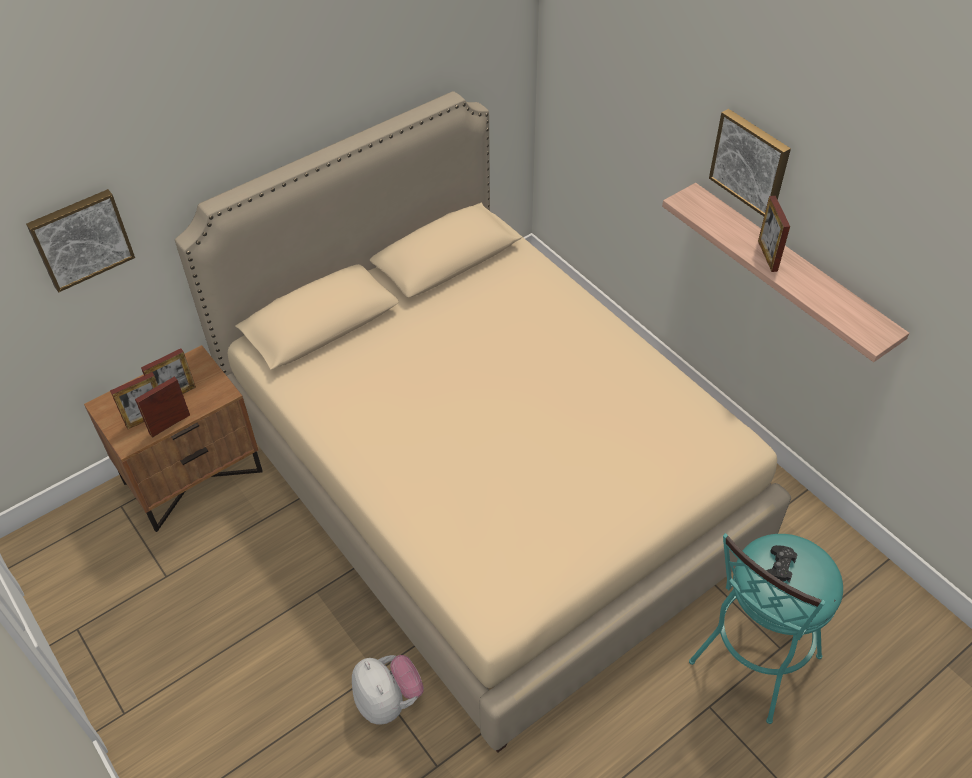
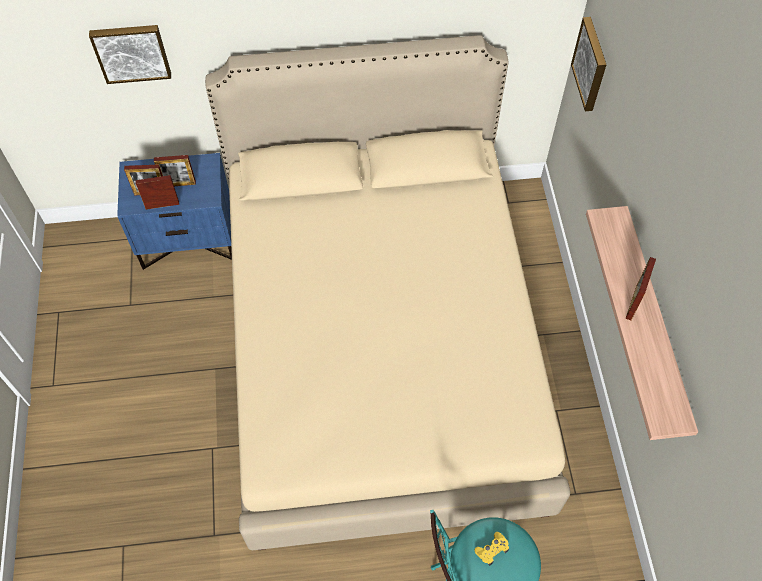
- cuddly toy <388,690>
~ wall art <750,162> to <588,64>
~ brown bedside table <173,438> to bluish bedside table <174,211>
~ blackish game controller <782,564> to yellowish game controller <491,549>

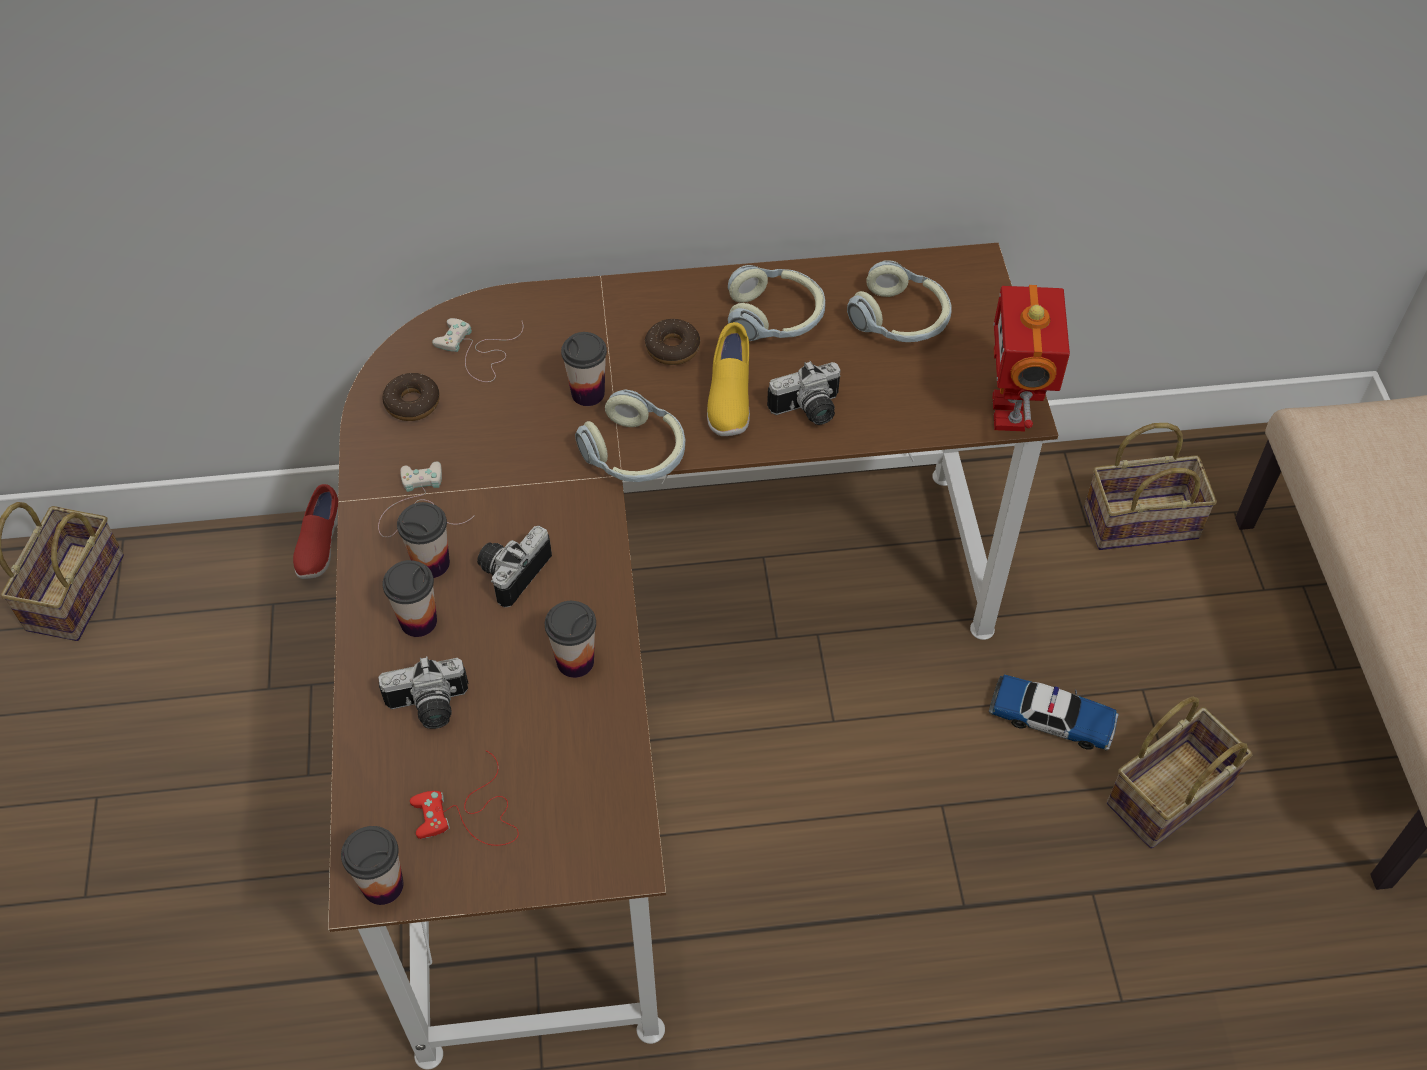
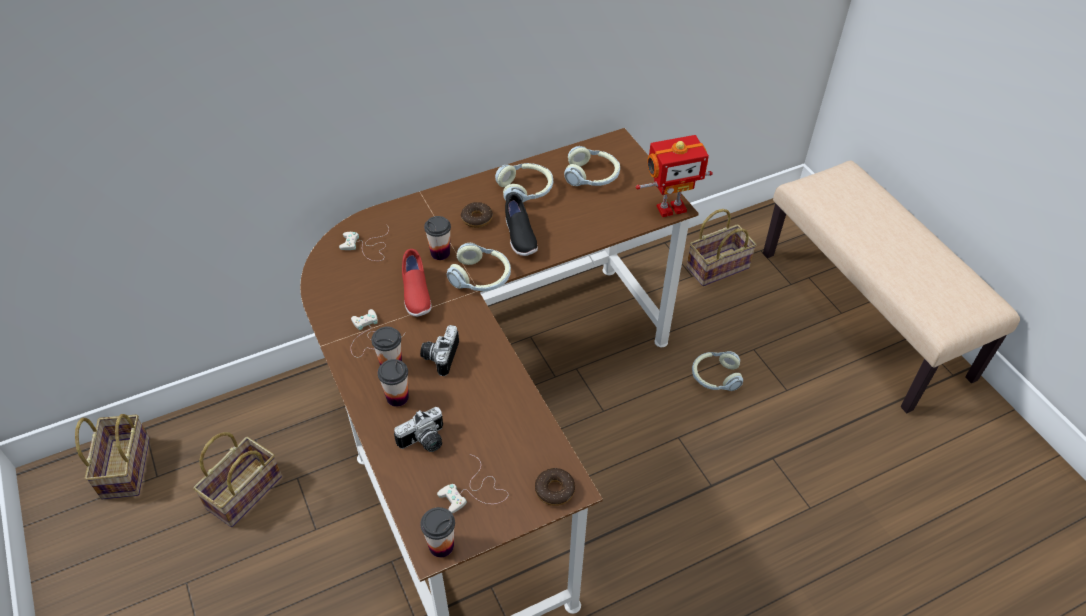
- drinking cup <570,639>
- photo camera <804,393>
~ reddish low shoe <315,531> to <417,283>
~ donut <411,397> to <555,487>
~ basket <1179,772> to <237,479>
~ miniature car <1054,713> to headphones <717,371>
~ reddish game controller <464,798> to whitish game controller <472,483>
~ yellowish low shoe <728,379> to blackish low shoe <521,225>
~ robot figure <1031,358> = <674,176> 90 degrees counterclockwise

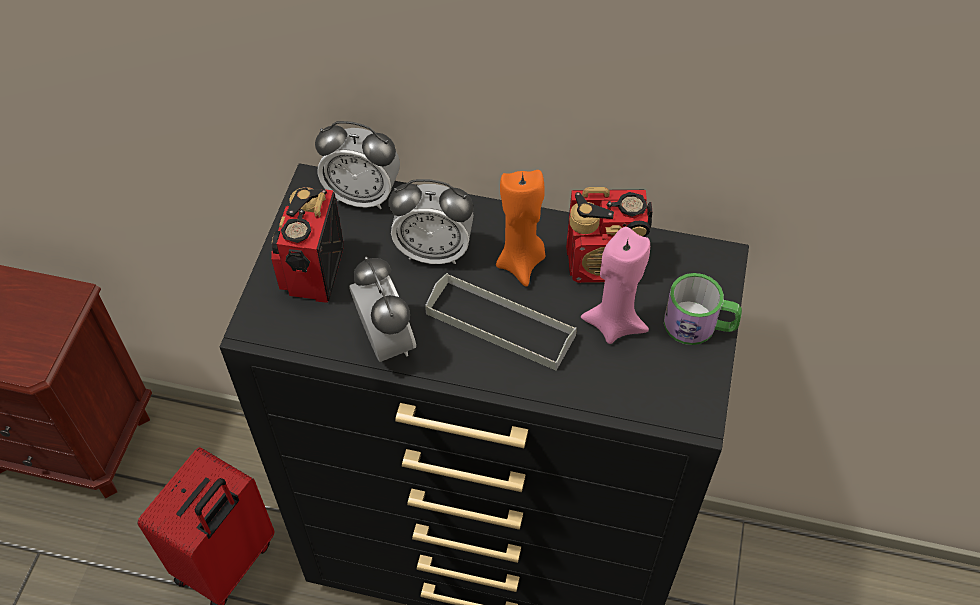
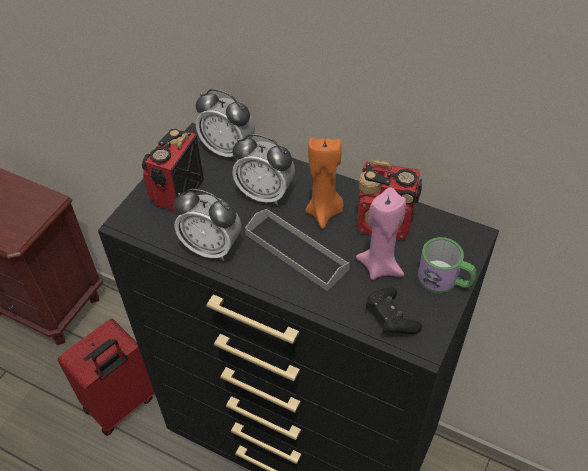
+ blackish game controller <394,310>
~ table clock <382,309> = <207,225> 120 degrees clockwise

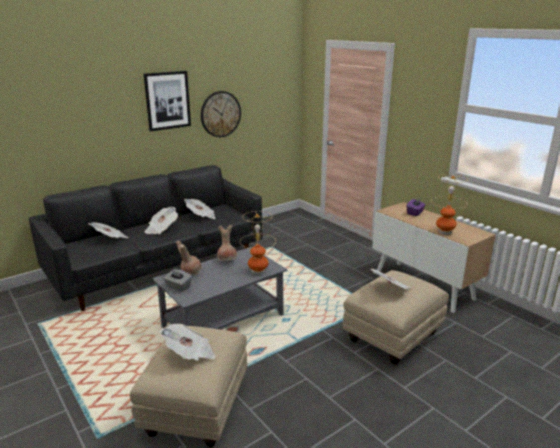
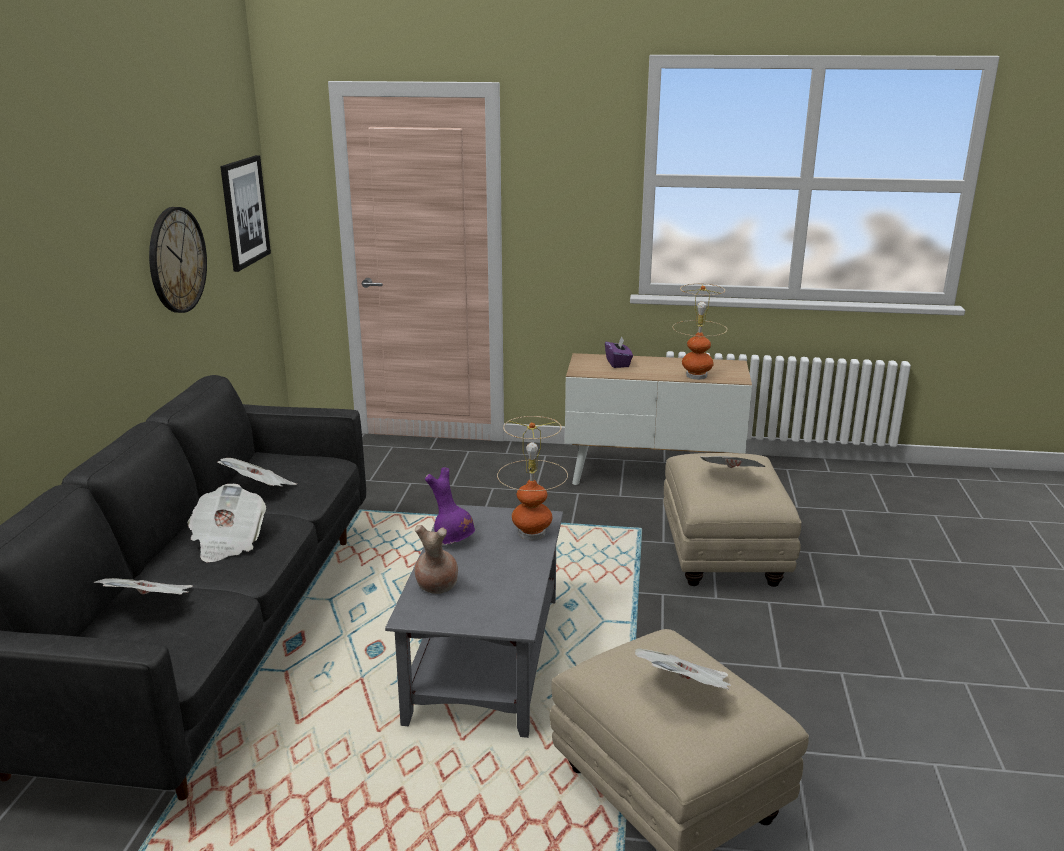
- gray tissue holder <178,280>
~ wall art <167,101> to <245,213>
~ brown flower vase <227,243> to purplish flower vase <450,506>

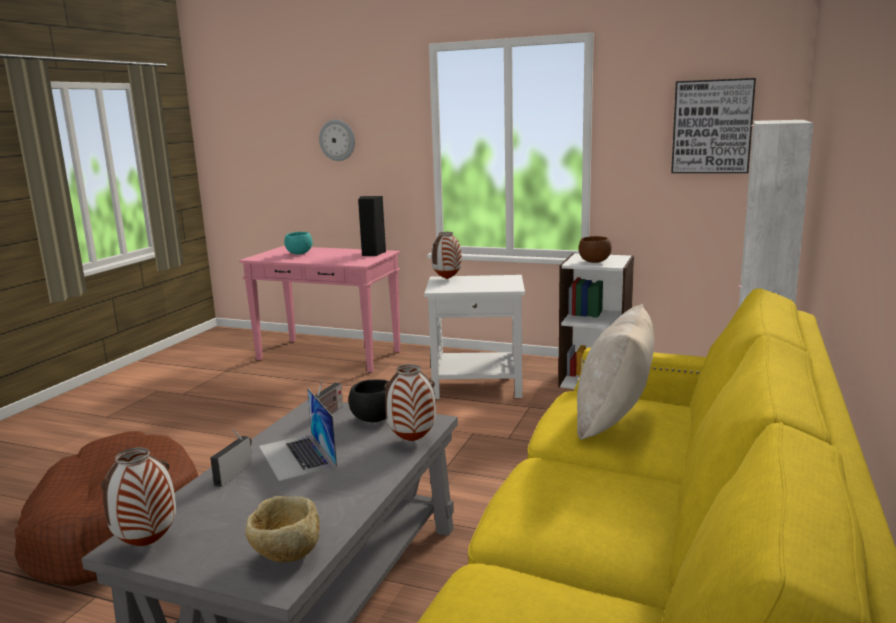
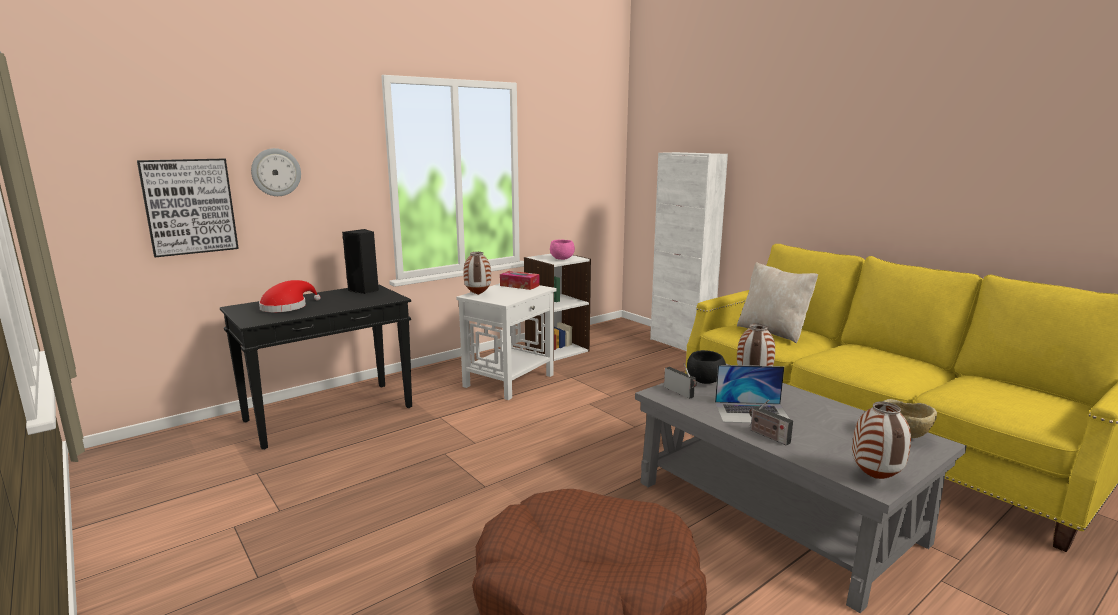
+ tissue holder <519,280>
~ wall art <713,125> to <188,208>
~ turquoise-coloured deep dish <298,243> to reddish clothing hat <289,296>
~ pink console table <320,309> to blackish console table <316,367>
~ brown deep dish <595,249> to pink deep dish <562,250>

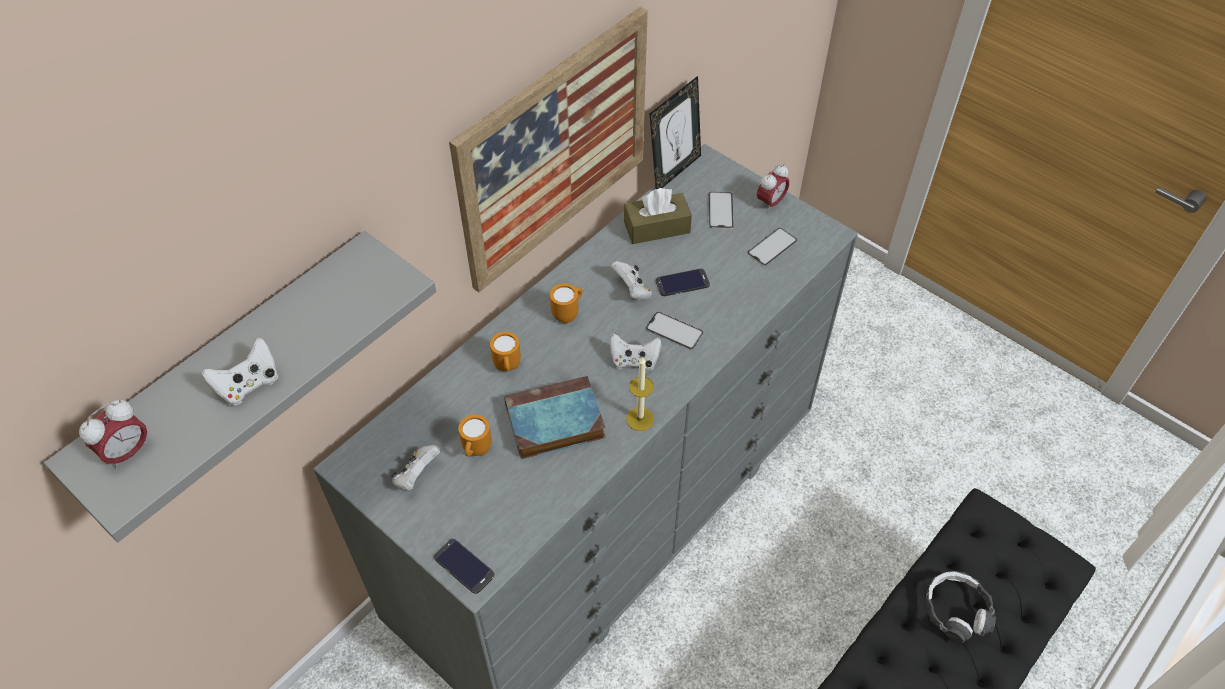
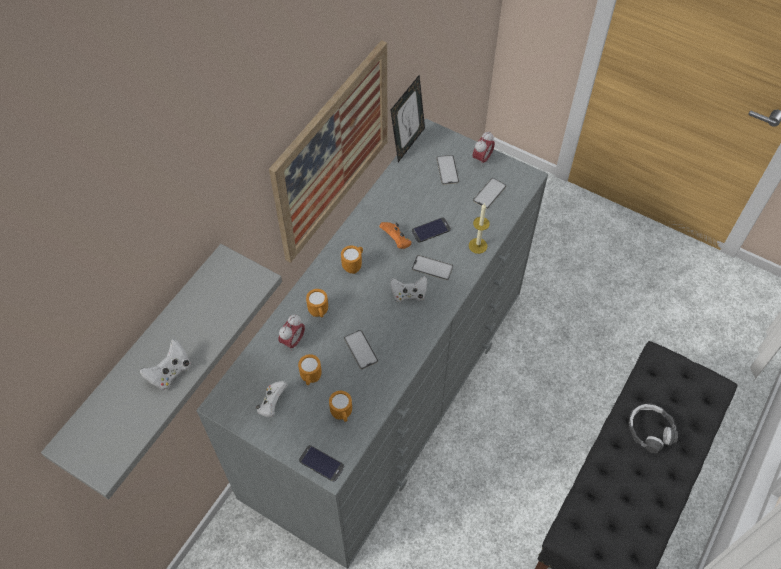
- brown tissue holder <658,216>
+ orange coffee mug <340,406>
~ table clock <114,435> to <292,333>
~ wax candle <640,394> to <479,229>
~ book <555,417> to handset <361,349>
~ whitish game controller <631,280> to orange game controller <395,235>

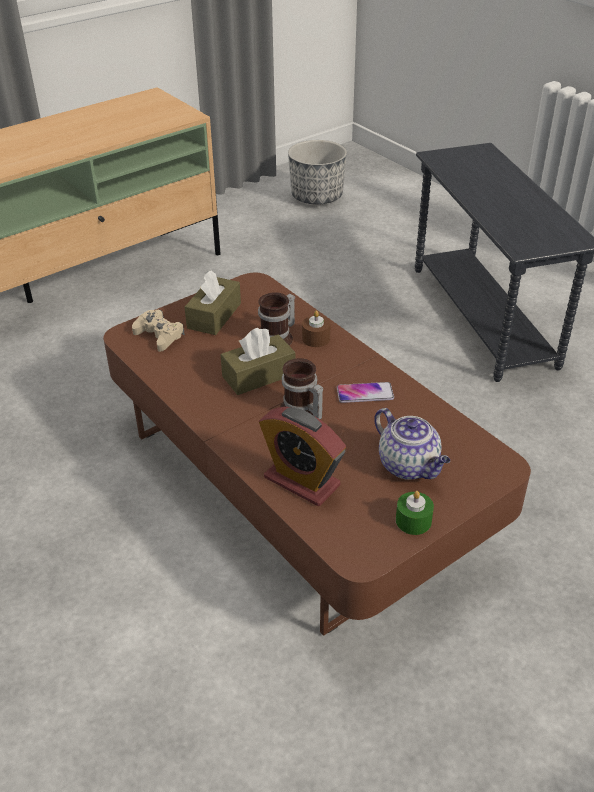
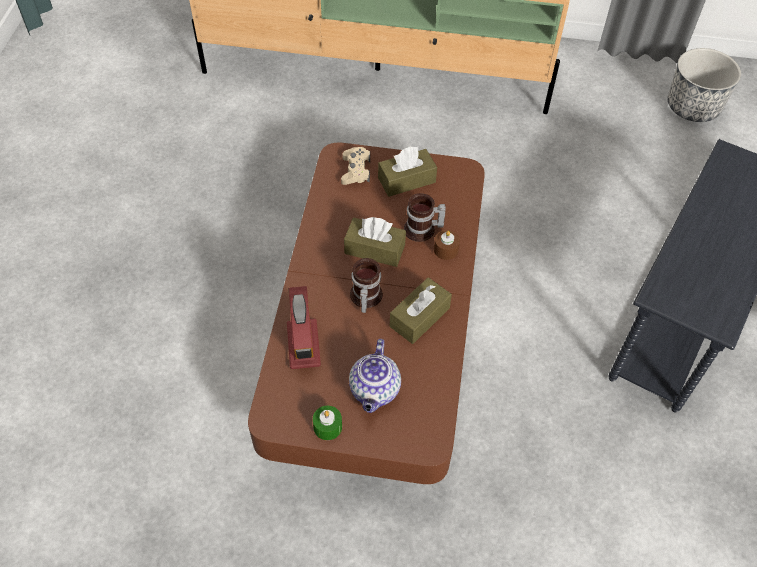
~ handset <365,392> to brown tissue holder <421,310>

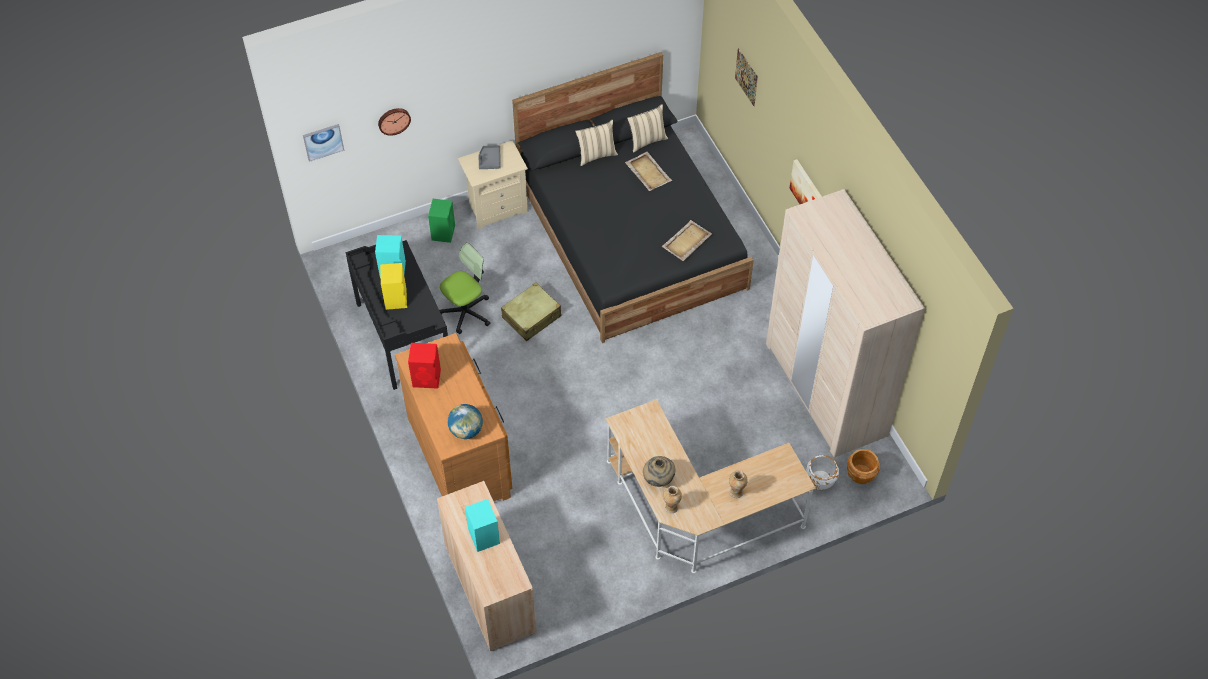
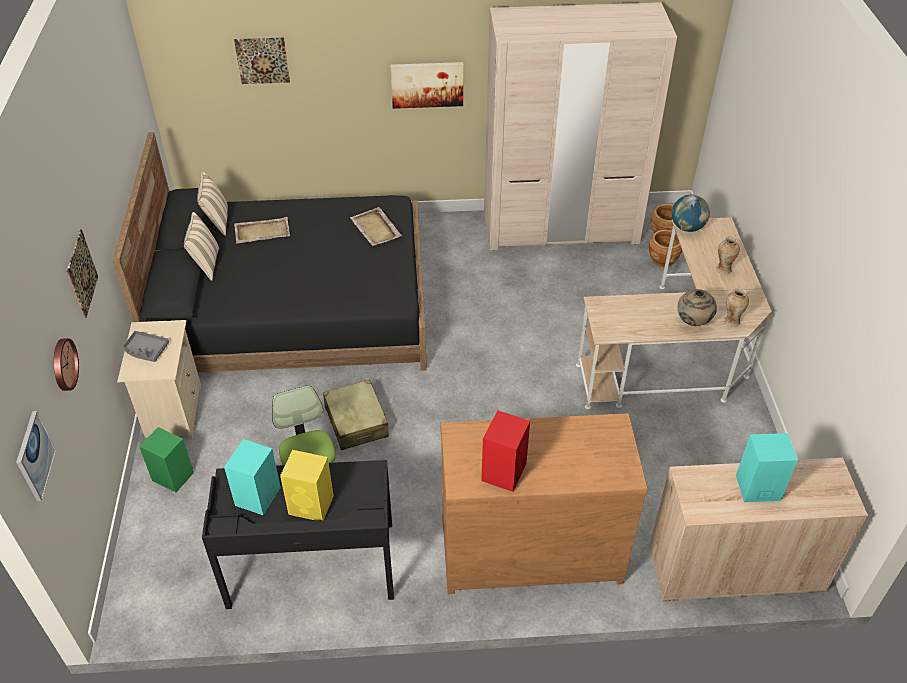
+ wall art <82,273>
~ desk globe <465,421> to <691,213>
~ whitish flower pot <822,472> to brown flower pot <665,248>

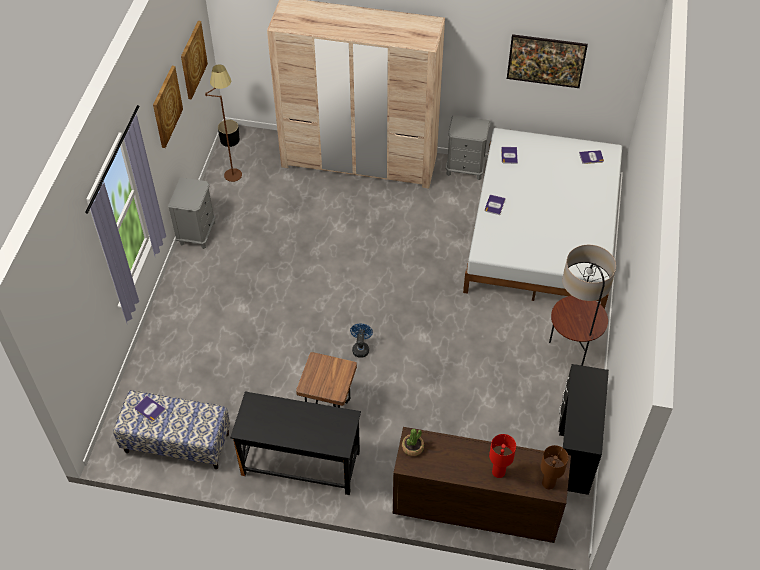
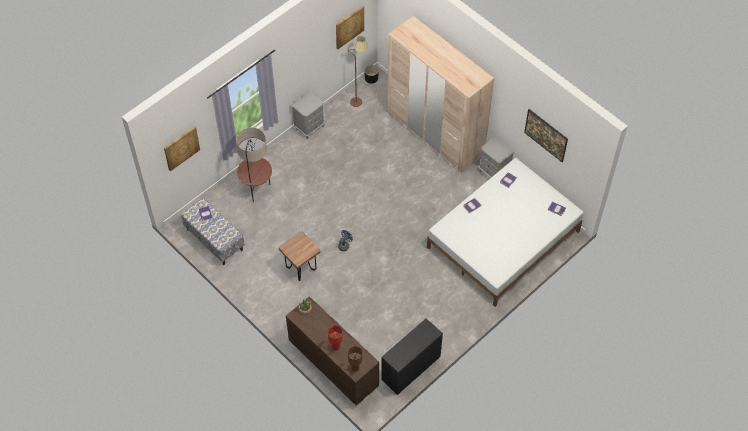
- blackish desk table <295,443>
~ wall art <168,107> to <182,148>
~ floor lamp <582,305> to <254,164>

